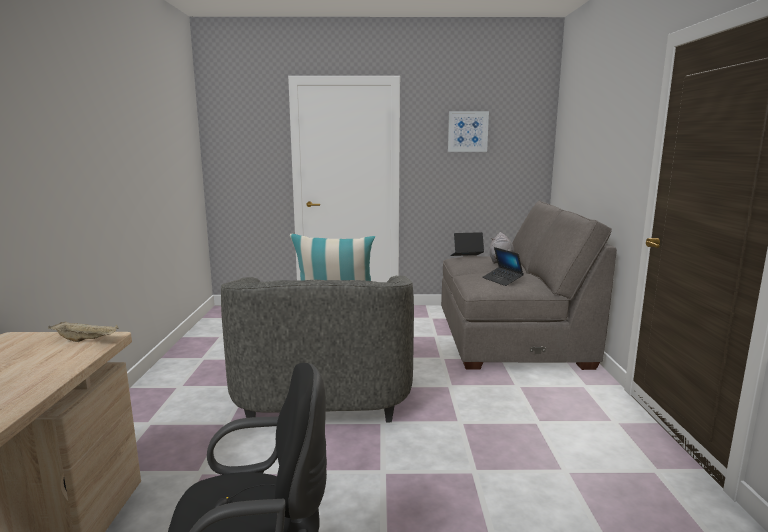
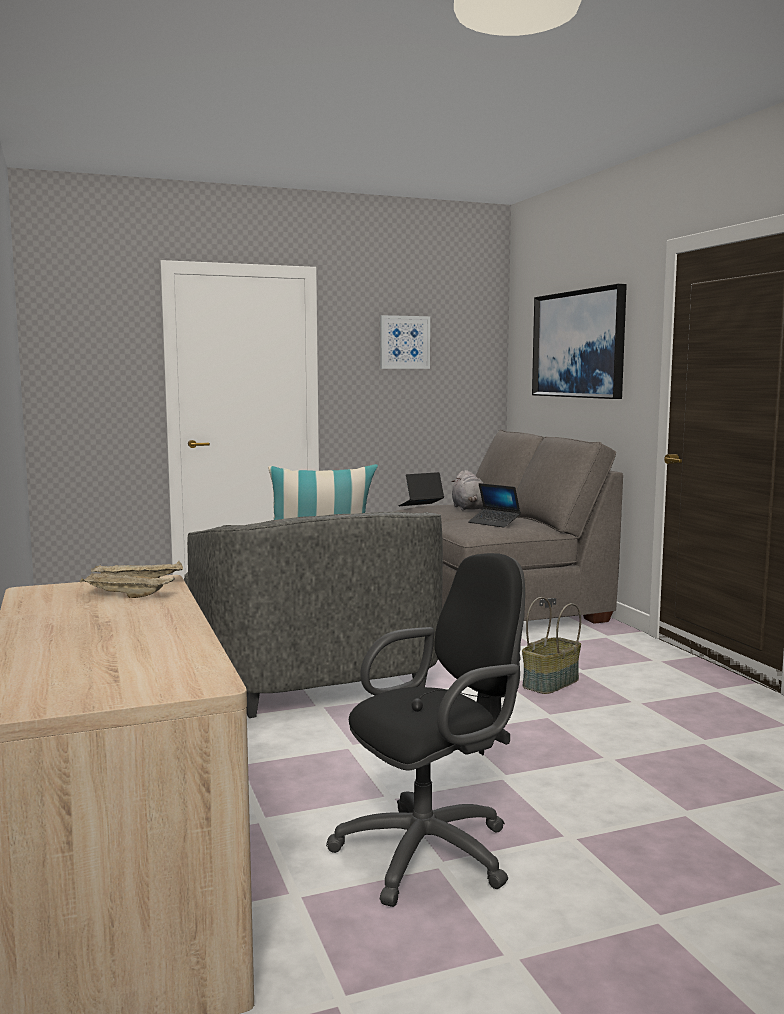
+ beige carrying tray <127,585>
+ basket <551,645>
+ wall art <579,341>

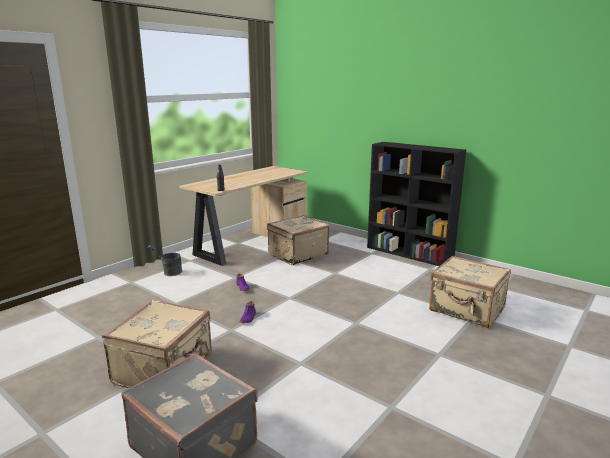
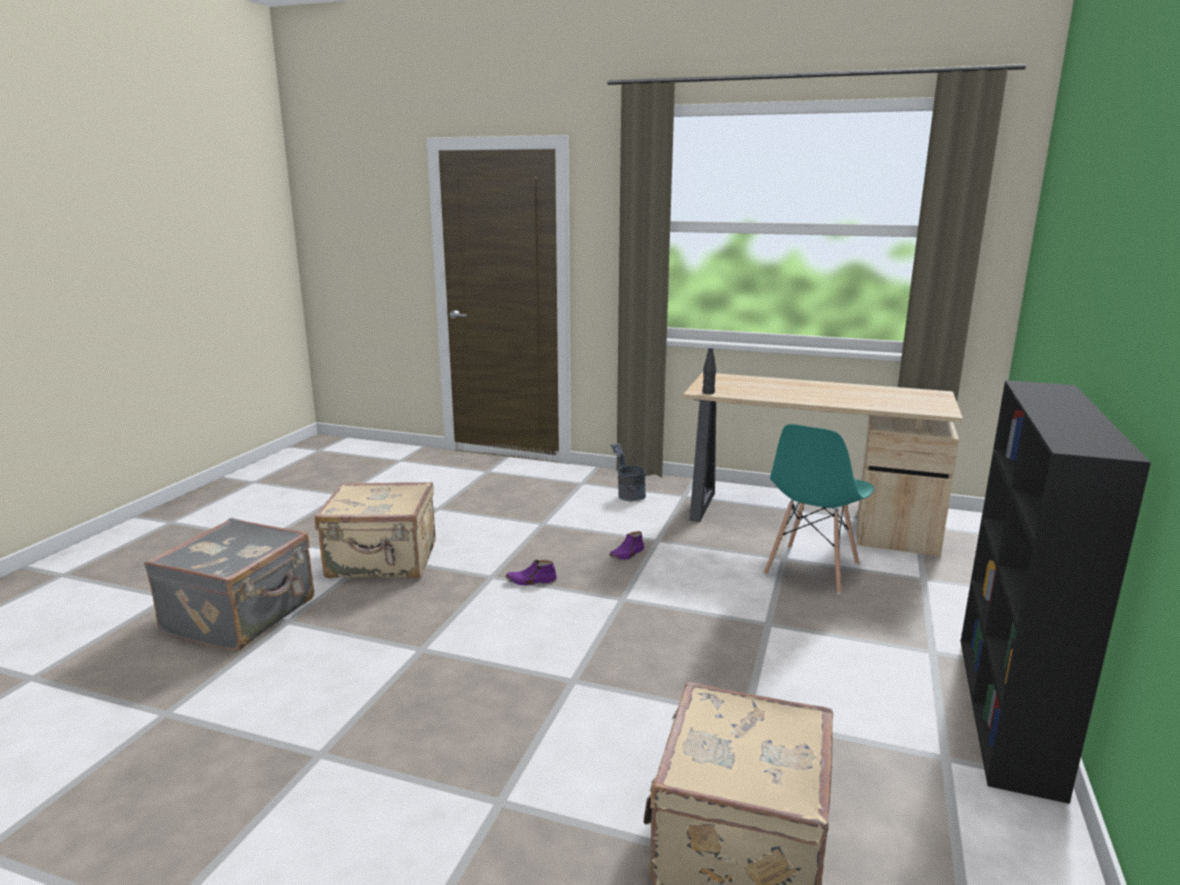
~ beige suitcase <298,240> to turquoise-coloured chair <819,509>

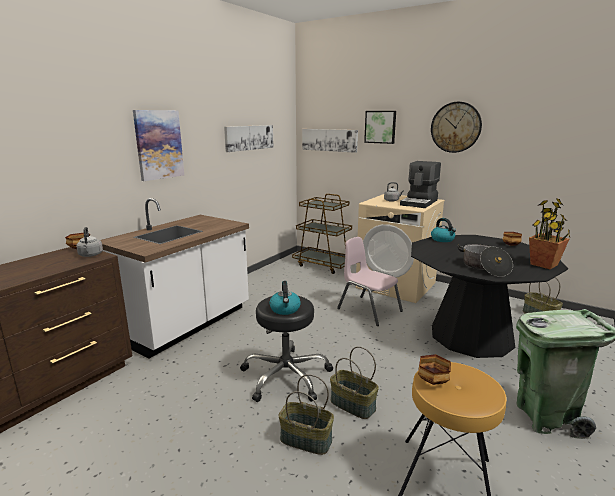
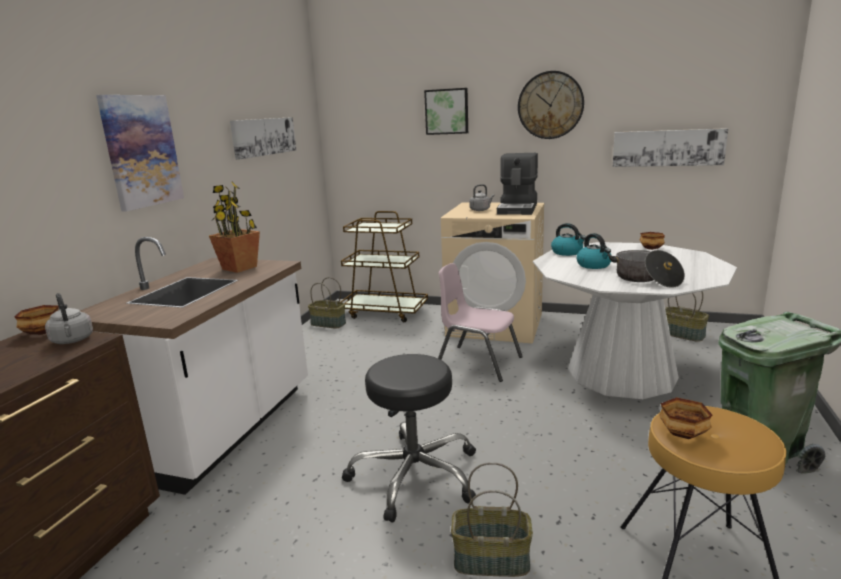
~ water kettle <285,298> to <594,251>
~ wall art <330,141> to <670,147>
~ basket <354,382> to <327,302>
~ potted plant <549,233> to <234,227>
~ blackish dining table <489,296> to whitish dining table <635,320>

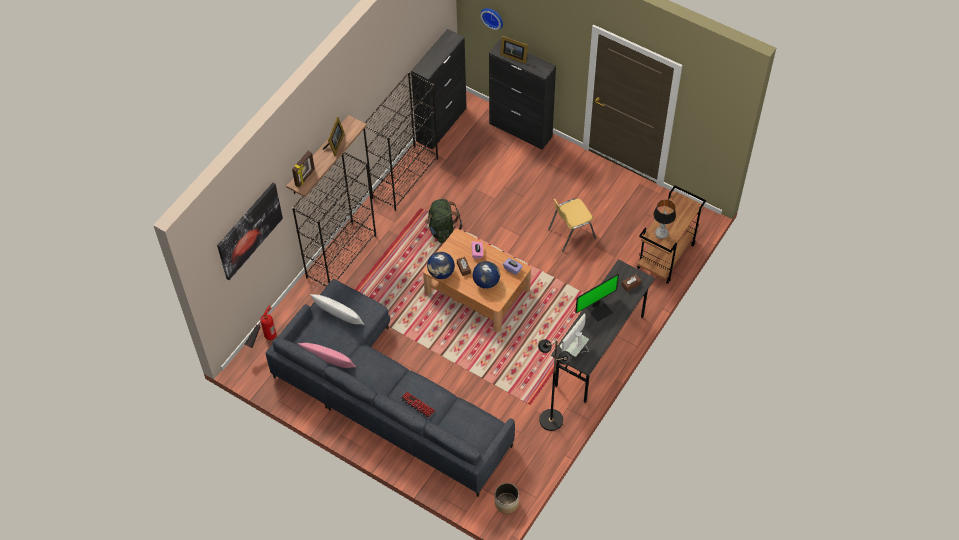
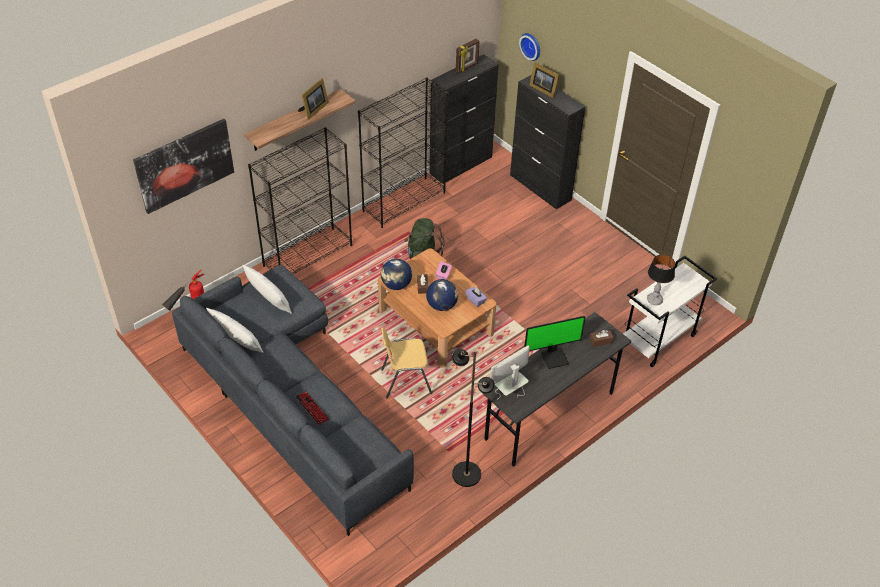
- flower pot <507,498>
~ picture frame <303,169> to <467,56>
~ yellowish chair <572,225> to <406,363>
~ pink throw pillow <327,355> to whitish throw pillow <234,330>
~ brown trolley <671,234> to whitish trolley <670,311>

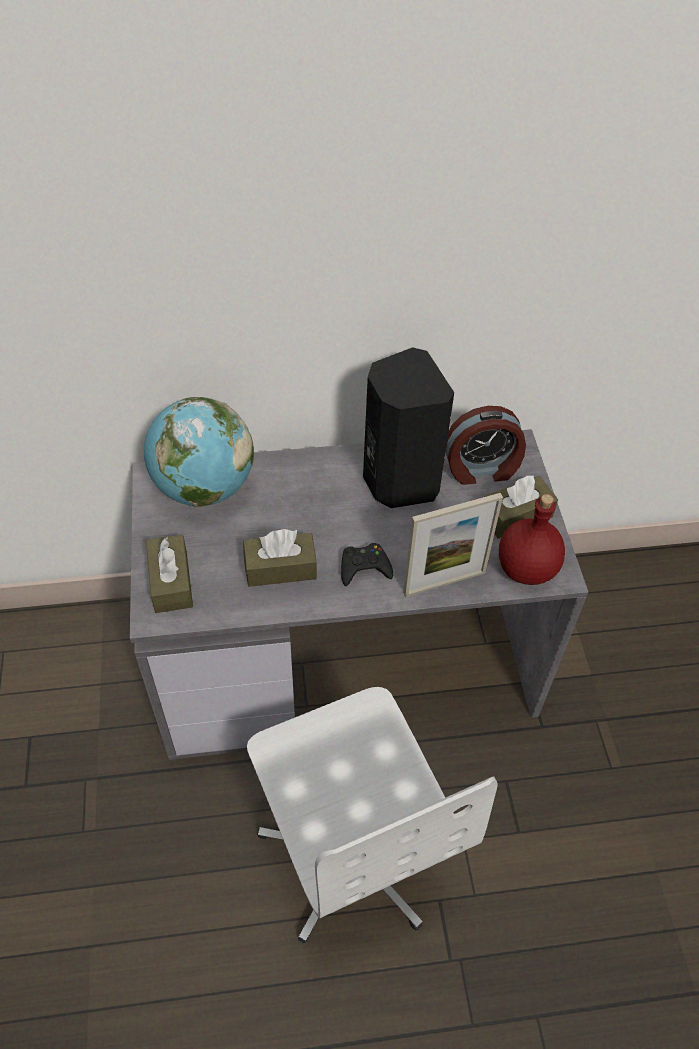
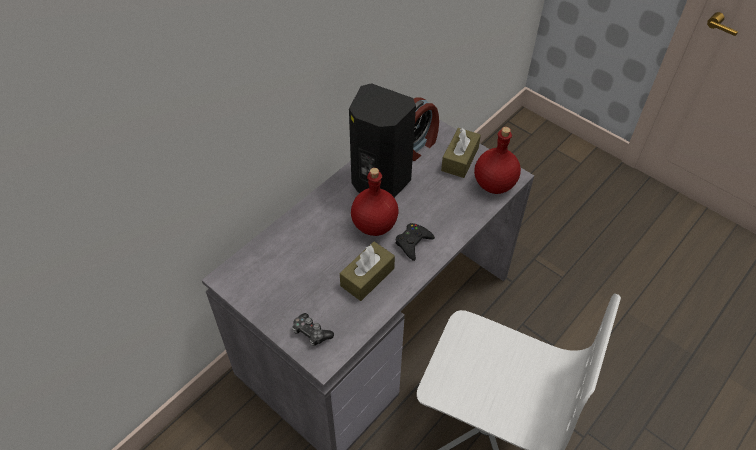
- desk globe <199,452>
- picture frame <453,545>
+ reddish beverage bottle <374,202>
~ brown tissue holder <169,574> to game controller <313,329>

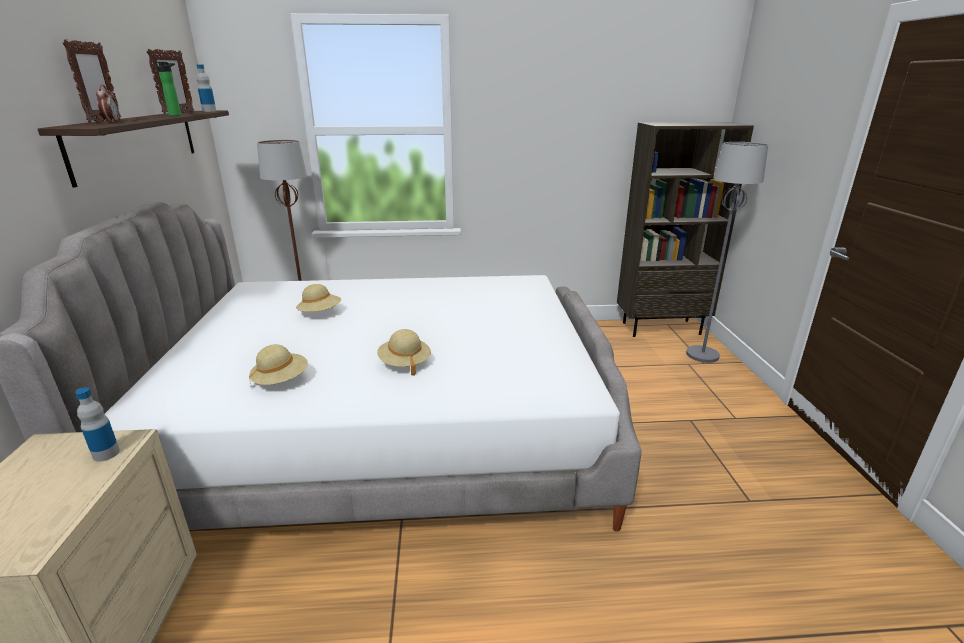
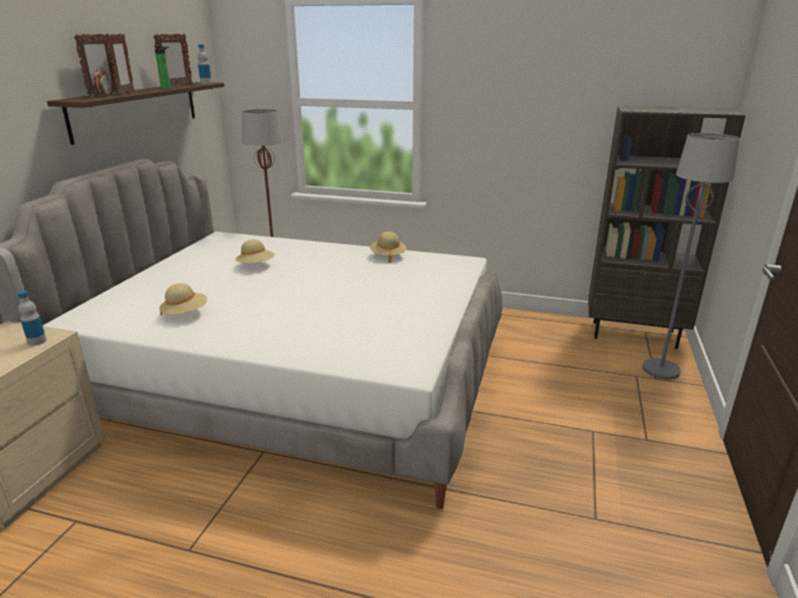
+ picture frame <120,64>
~ beige clothing hat <404,352> to <388,247>

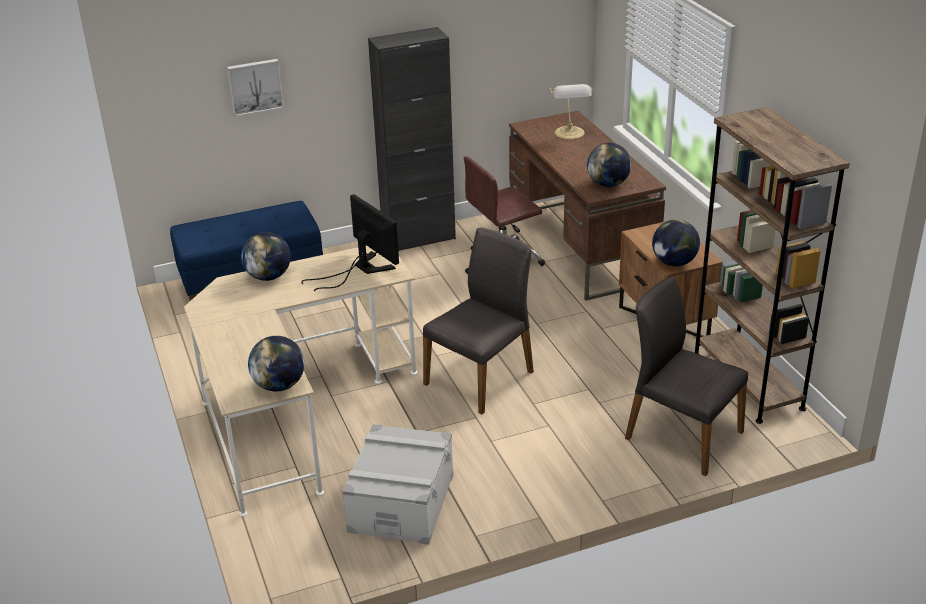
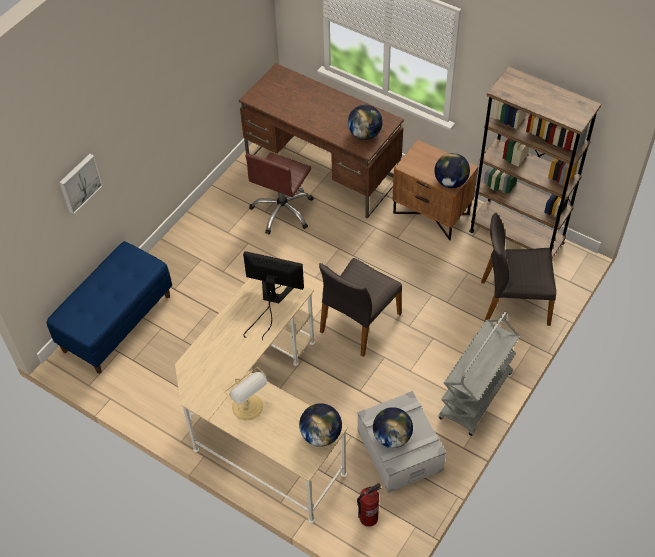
- blackish storage cabinet <412,139>
+ fire-fighting cylinder <369,505>
+ gray trolley <479,373>
~ desk globe <266,256> to <393,427>
~ tabletop lamp <571,111> to <246,393>
~ gray chair <478,321> = <360,307> 150 degrees counterclockwise

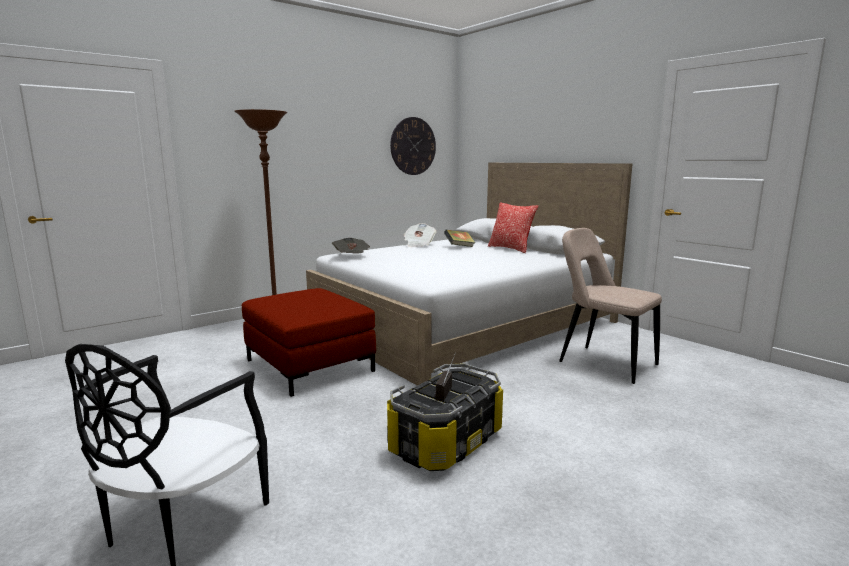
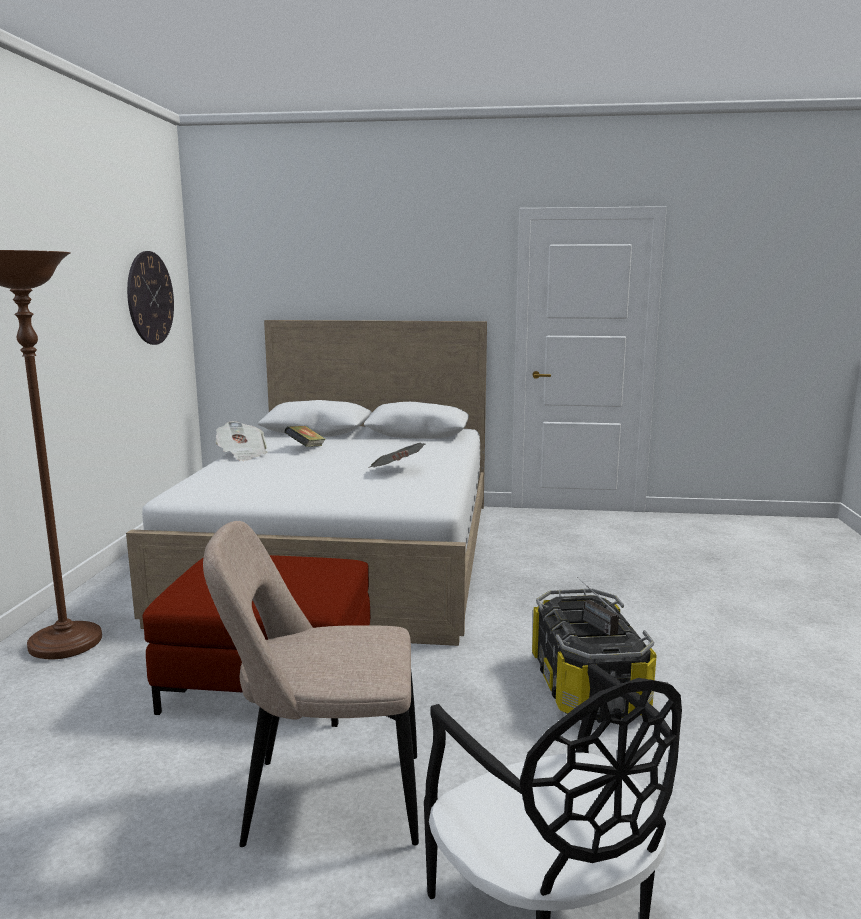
- throw pillow <513,227>
~ printed paper <350,246> to <397,455>
~ beige chair <610,306> to <311,684>

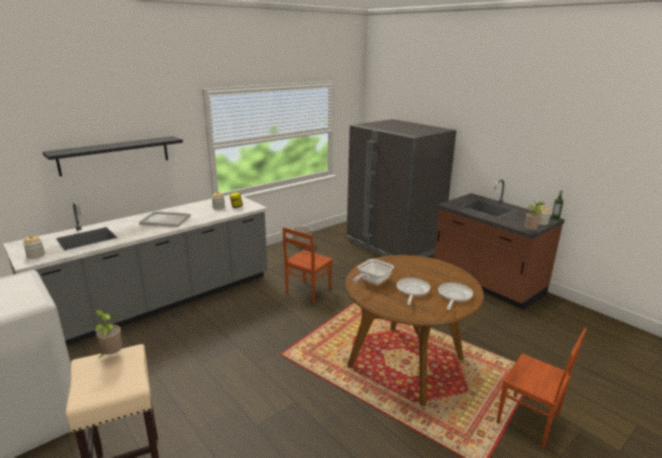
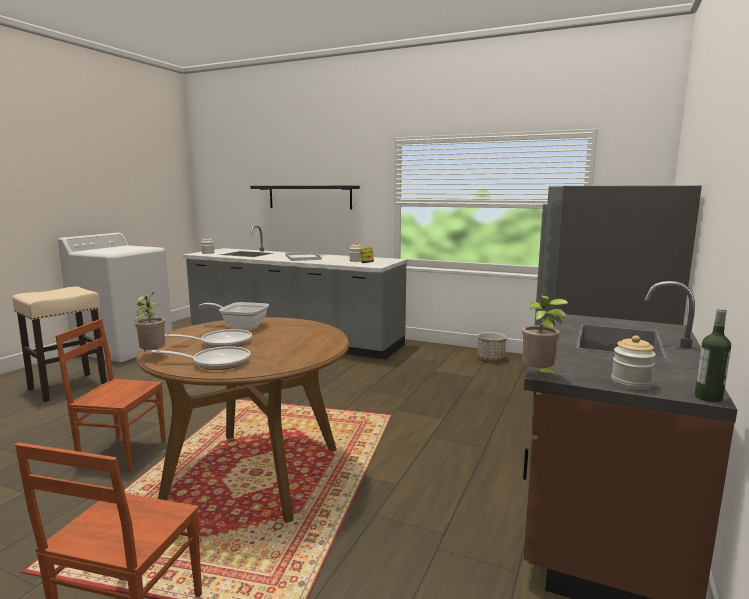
~ potted plant <105,333> to <149,321>
~ brown chair <308,265> to <110,395>

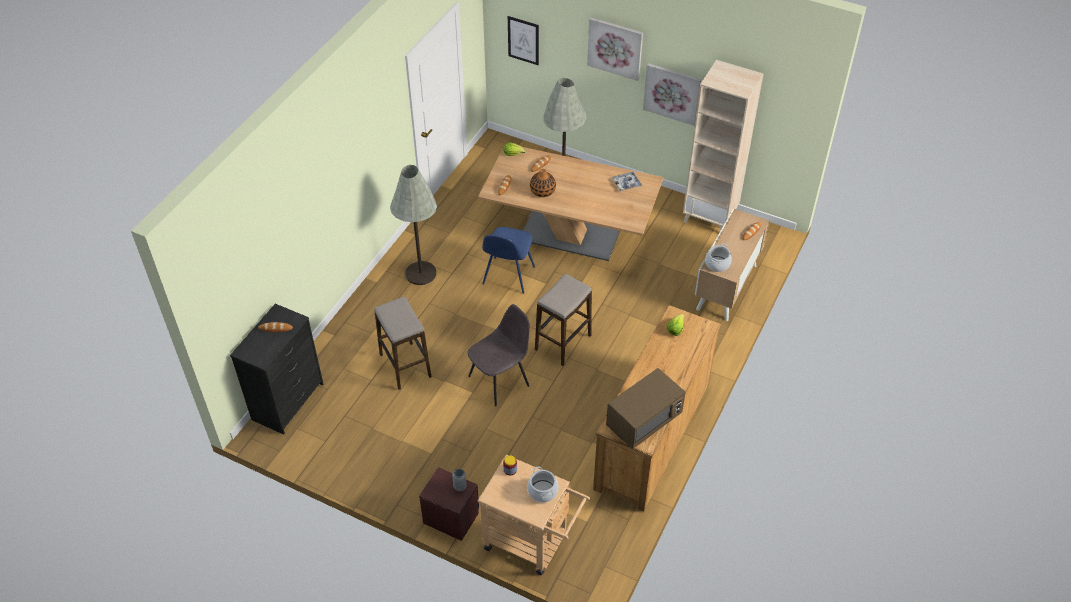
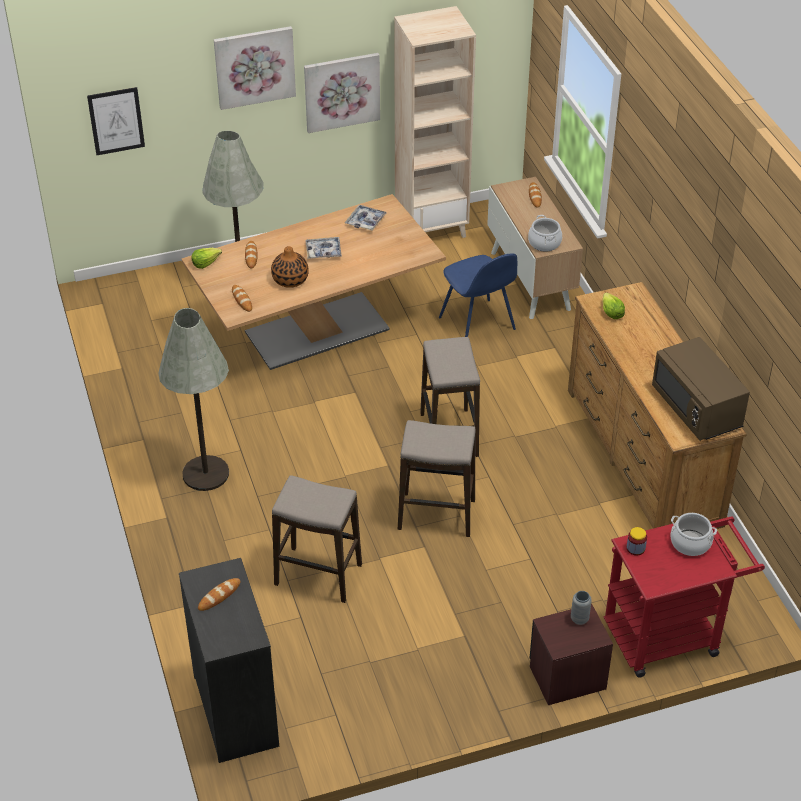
+ carrying tray <323,248>
~ bluish chair <508,260> to <478,295>
~ gray chair <498,355> to stool seat <437,478>
~ beige trolley <533,515> to reddish trolley <684,597>
~ brown microwave oven <646,408> = <701,389> 150 degrees clockwise

